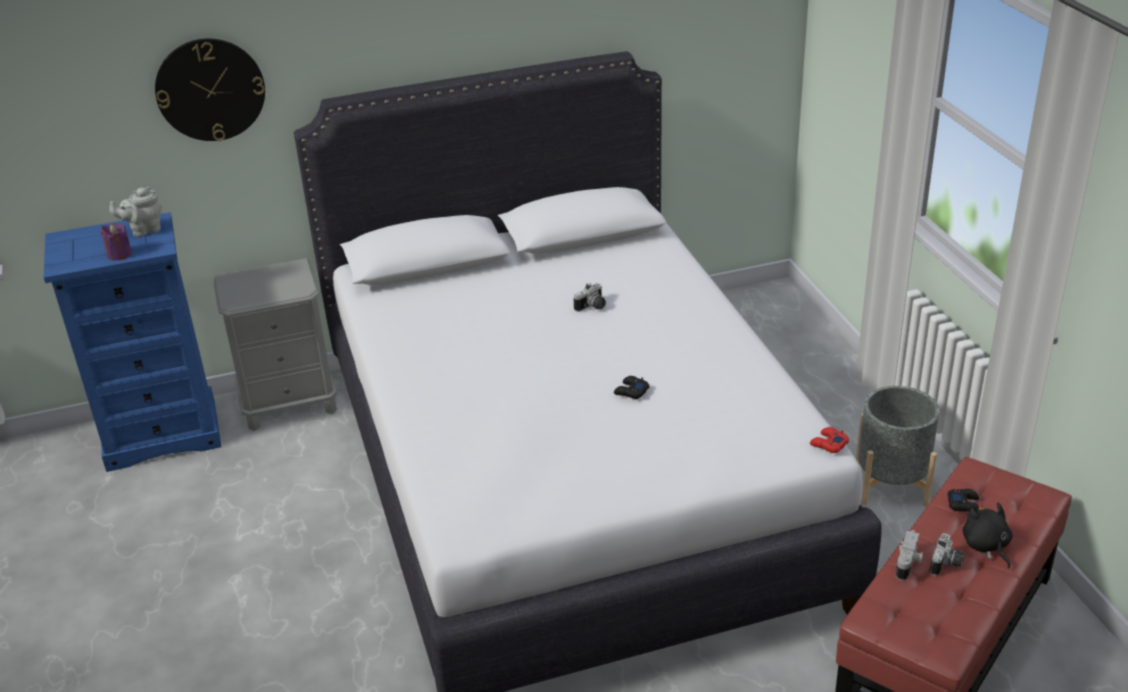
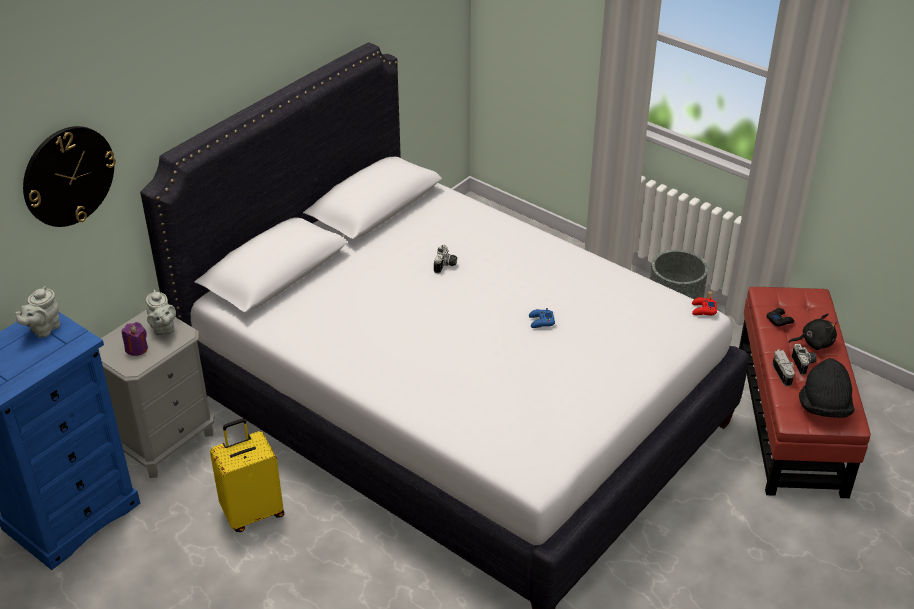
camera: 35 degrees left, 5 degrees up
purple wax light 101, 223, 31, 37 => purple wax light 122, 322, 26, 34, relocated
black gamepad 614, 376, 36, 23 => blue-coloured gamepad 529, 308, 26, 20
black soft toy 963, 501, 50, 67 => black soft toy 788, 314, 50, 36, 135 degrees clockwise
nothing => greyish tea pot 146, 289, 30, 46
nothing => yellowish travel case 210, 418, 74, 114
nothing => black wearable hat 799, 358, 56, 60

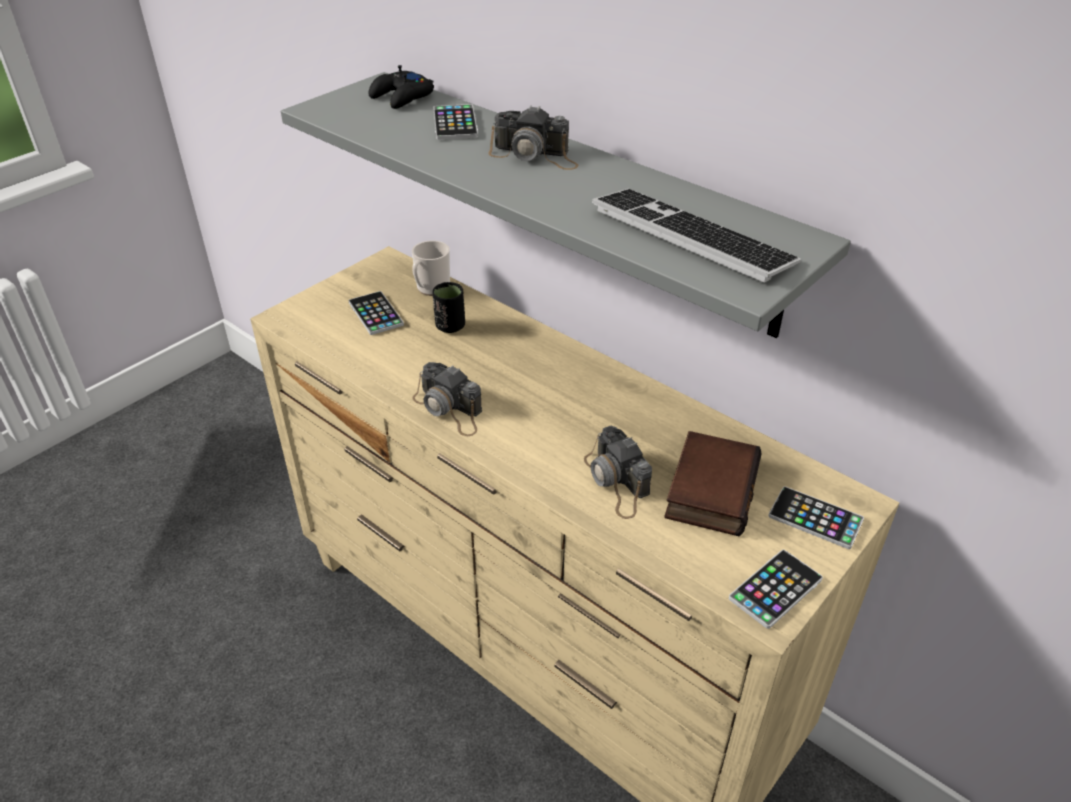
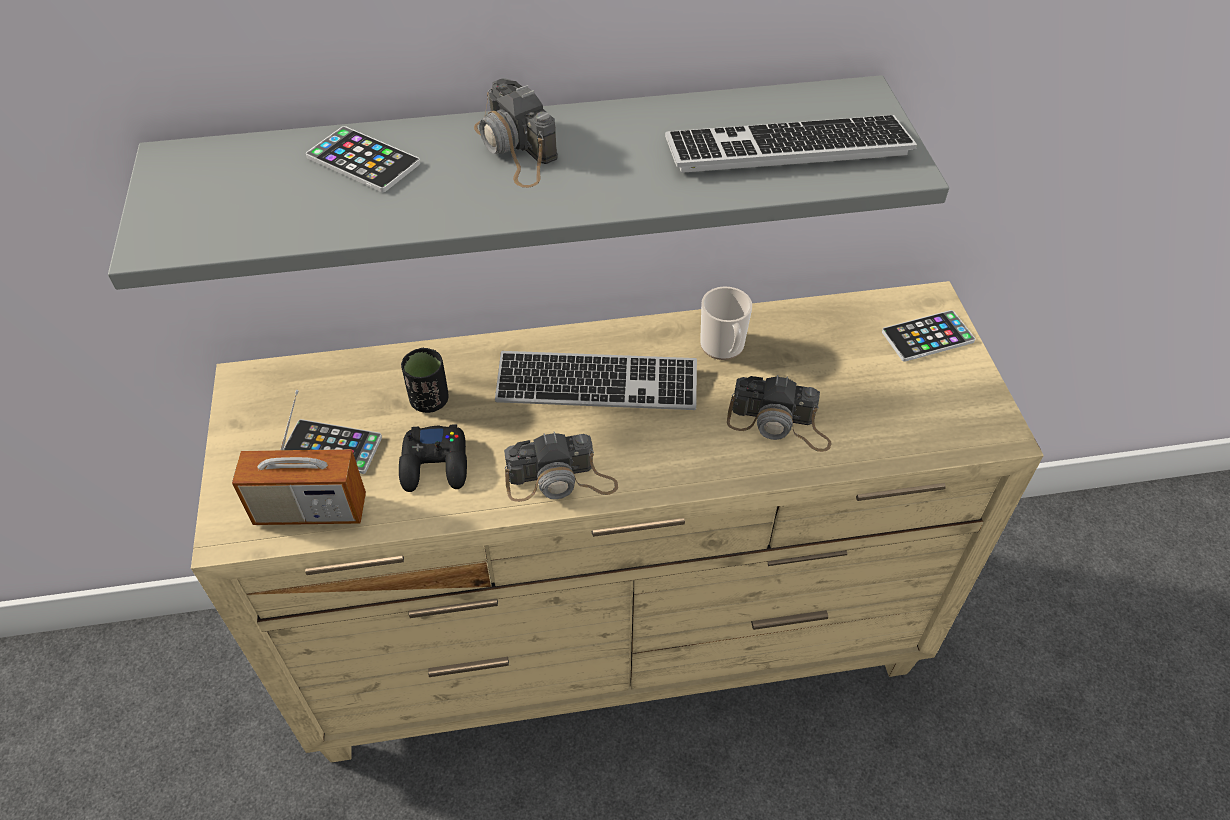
camera: 50 degrees left, 10 degrees up
black gamepad 369, 65, 65, 44 => black gamepad 399, 424, 68, 68, relocated
coffee mug 412, 240, 38, 56 => coffee mug 700, 286, 52, 74, relocated
photo camera 489, 105, 89, 65 => photo camera 474, 78, 83, 110, 90 degrees clockwise
bound book 664, 431, 98, 105 => nothing
phone 729, 550, 94, 79 => nothing
nothing => radio set 232, 390, 134, 135
nothing => keyboard 495, 351, 202, 59

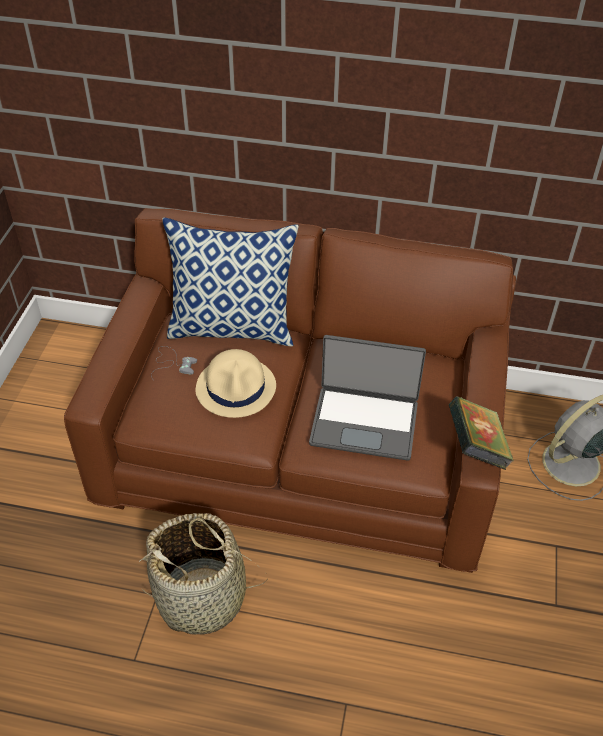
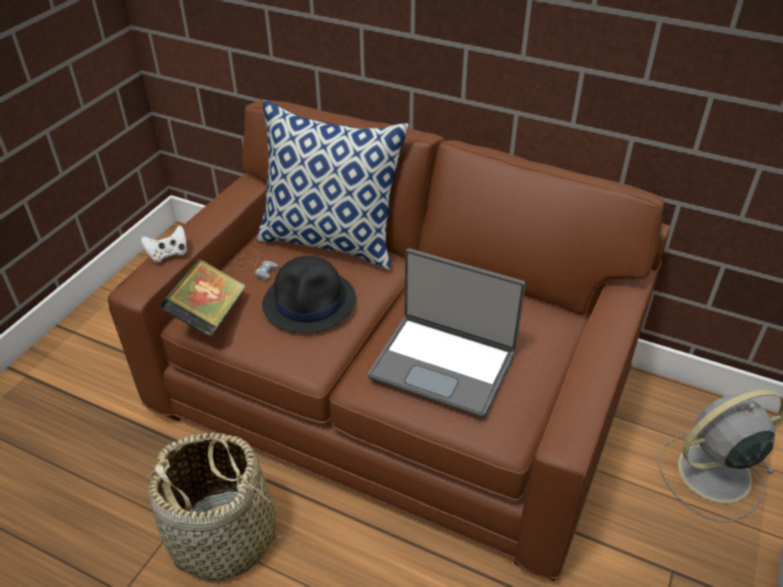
camera: 15 degrees right, 5 degrees down
beige wearable hat 196, 349, 80, 69 => black wearable hat 262, 256, 94, 77
bound book 449, 396, 65, 74 => bound book 160, 259, 86, 78, relocated
nothing => whitish gamepad 141, 225, 46, 38

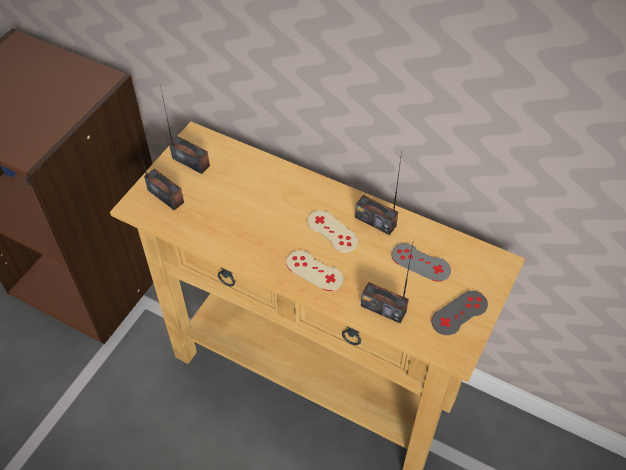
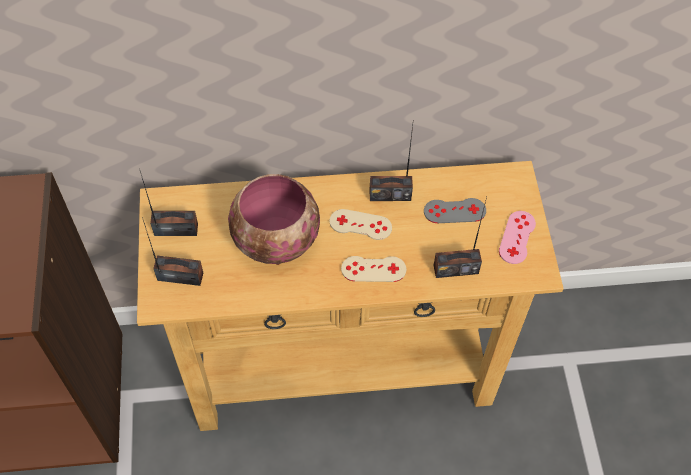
camera: 35 degrees left, 5 degrees up
greyish gamepad 431, 291, 57, 44 => pink gamepad 499, 211, 37, 53
nothing => serving bowl 228, 174, 92, 91

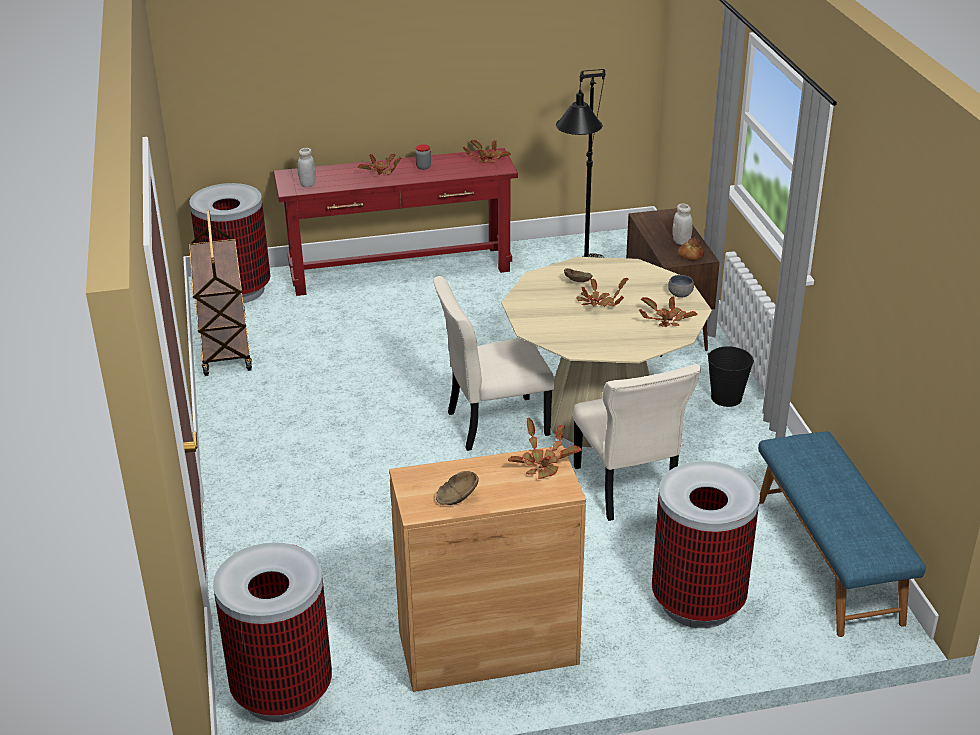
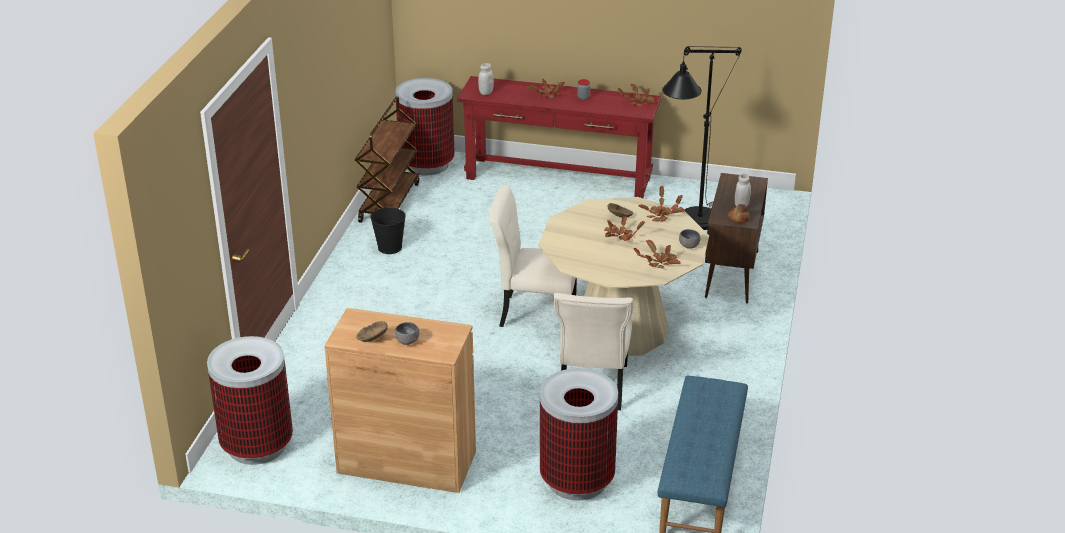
camera: 25 degrees right, 0 degrees up
potted plant 508, 418, 74, 61 => potted plant 638, 186, 47, 36, relocated
black bucket 707, 346, 47, 61 => black bucket 370, 207, 36, 47, relocated
nothing => greyish serving bowl 395, 322, 24, 23

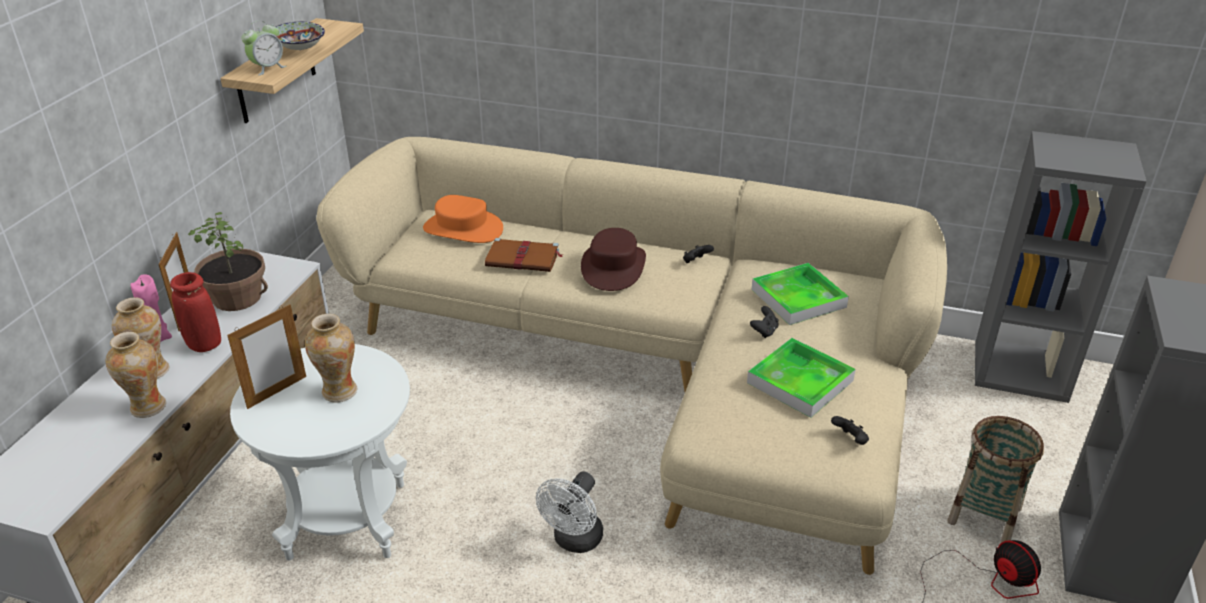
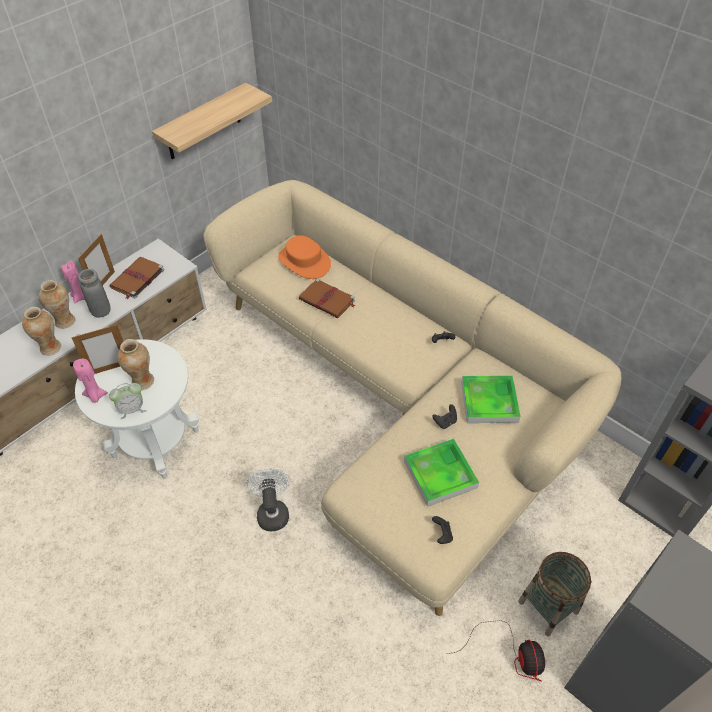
camera: 25 degrees right, 15 degrees up
red decorative vase 170, 272, 51, 80 => greyish decorative vase 78, 269, 33, 49
potted plant 188, 212, 80, 99 => brown bound book 109, 257, 55, 43
table clock 241, 20, 46, 56 => table clock 109, 383, 38, 36, relocated
serving bowl 275, 22, 50, 28 => nothing
whitish cooling fan 536, 471, 67, 82 => whitish cooling fan 247, 468, 43, 63, 120 degrees clockwise
brown wearable hat 581, 228, 65, 63 => nothing
nothing => pink wax light 73, 359, 35, 44

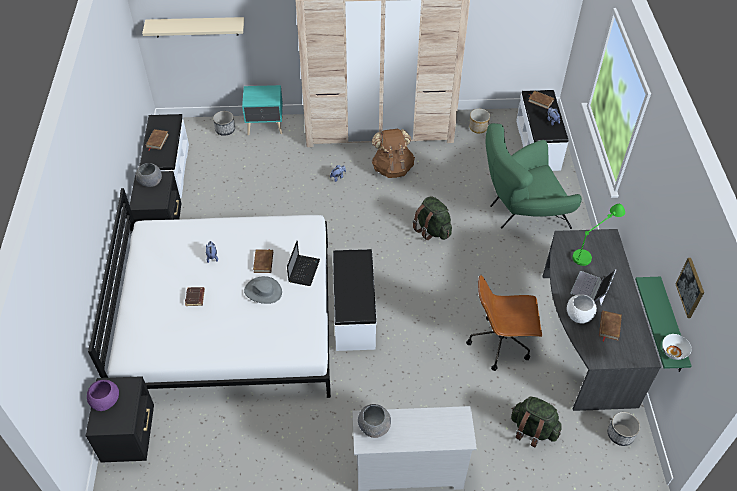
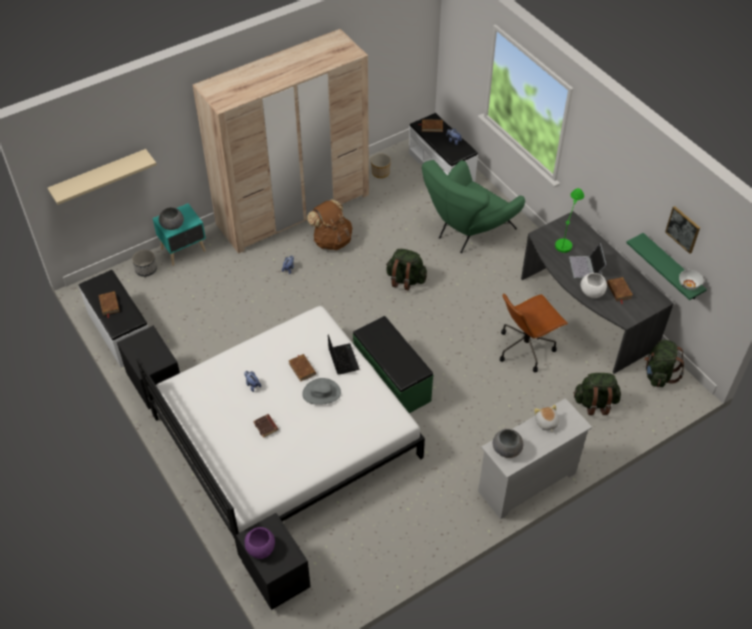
camera: 30 degrees left, 0 degrees up
greyish serving bowl 136, 163, 26, 24 => greyish serving bowl 159, 207, 25, 23, relocated
whitish indoor bench 333, 249, 44, 102 => green-coloured indoor bench 353, 316, 81, 97
flower pot 608, 412, 32, 34 => green-coloured backpack 644, 340, 40, 47
nothing => soft toy 534, 405, 25, 27

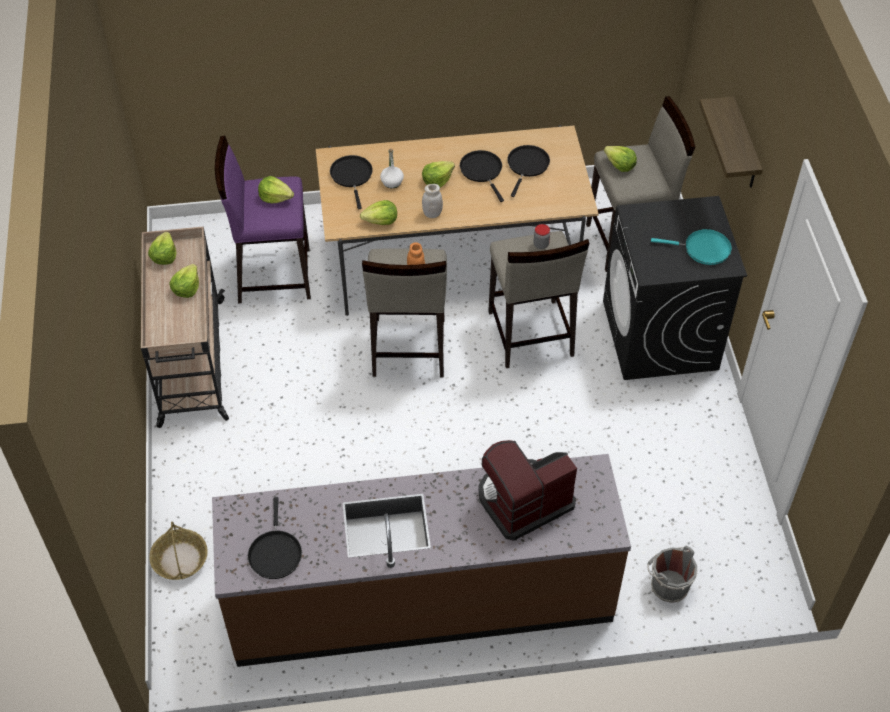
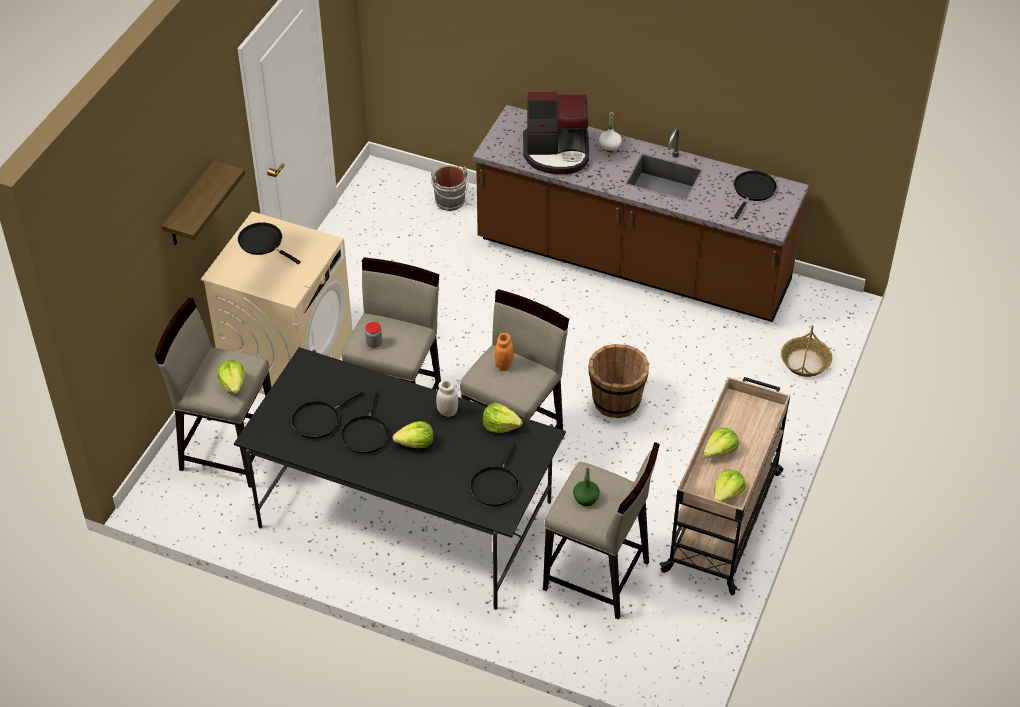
camera: 150 degrees left, 5 degrees down
purple stool 215, 136, 96, 168 => beige stool 543, 442, 117, 178
lettuce 258, 176, 36, 27 => green-coloured beverage bottle 573, 464, 27, 42
beige kitchen table 316, 125, 283, 191 => black kitchen table 234, 347, 332, 263
whitish beverage bottle 380, 148, 24, 40 => whitish beverage bottle 599, 112, 22, 40, relocated
black laundry appliance 603, 196, 144, 184 => beige laundry appliance 201, 211, 152, 184
turquoise-coloured frying pan 651, 229, 81, 36 => black frying pan 238, 222, 63, 42
nothing => brown bucket 588, 344, 61, 74

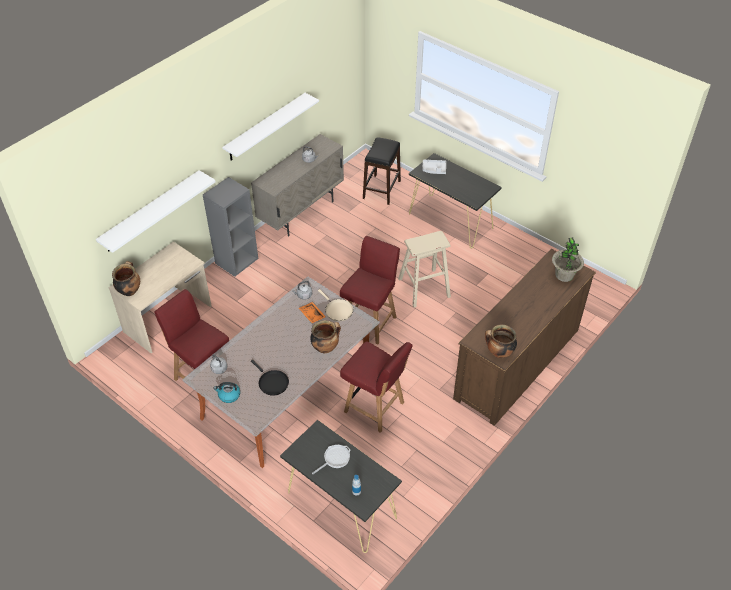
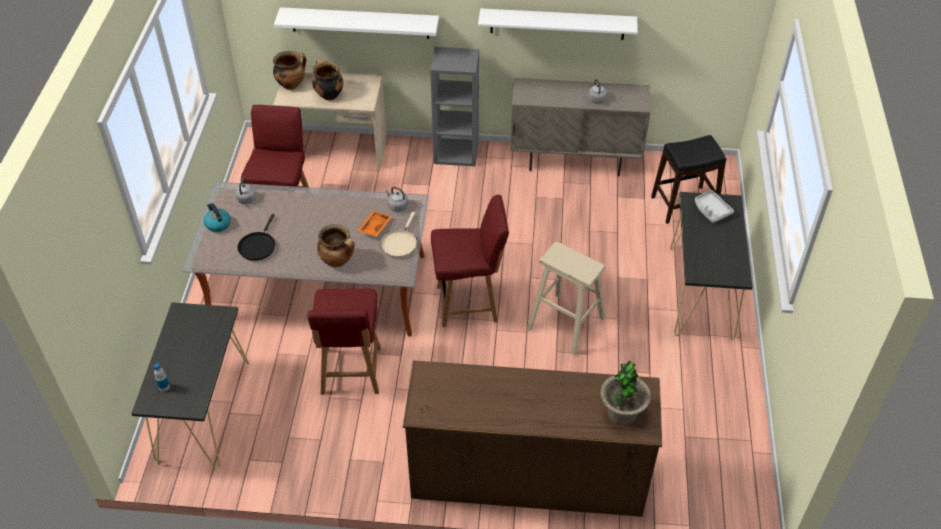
camera: 55 degrees right, 0 degrees up
frying pan 312, 445, 38, 29 => nothing
cooking pot 485, 324, 32, 34 => cooking pot 312, 60, 32, 41, relocated

